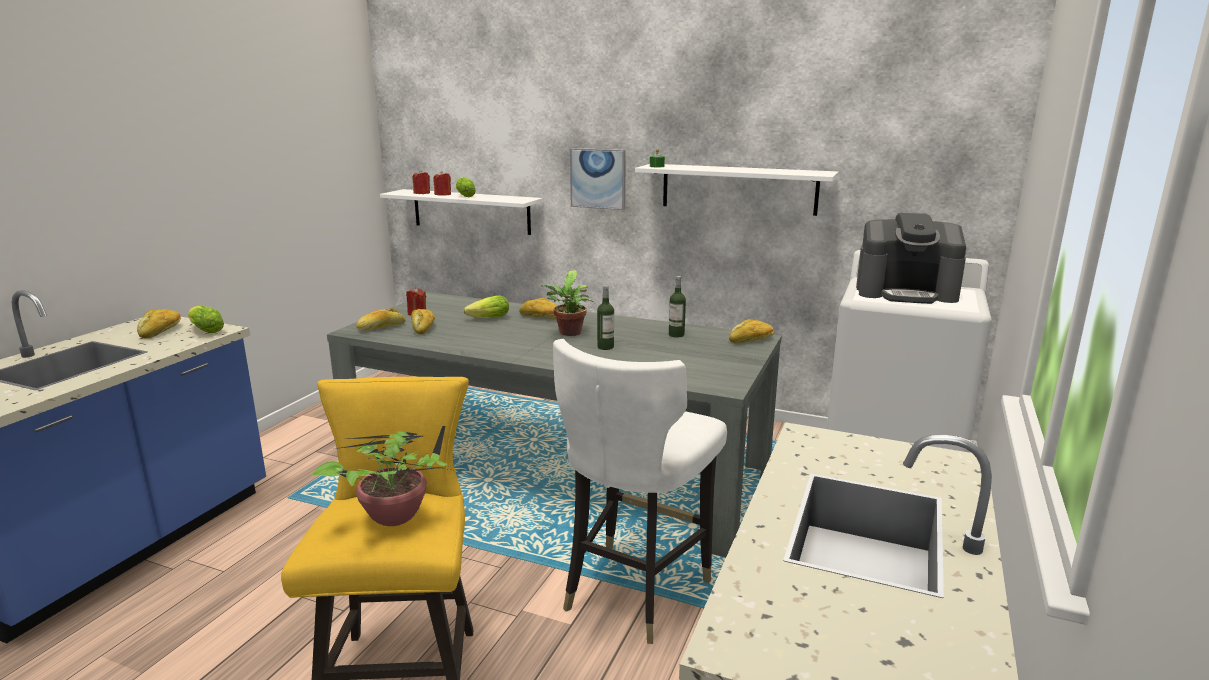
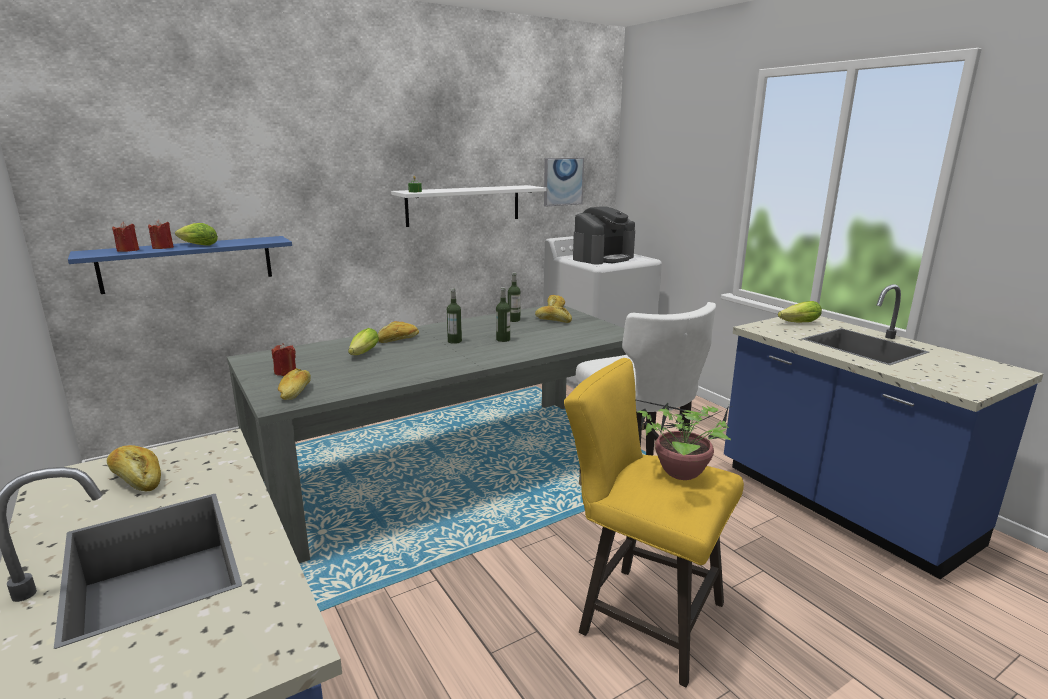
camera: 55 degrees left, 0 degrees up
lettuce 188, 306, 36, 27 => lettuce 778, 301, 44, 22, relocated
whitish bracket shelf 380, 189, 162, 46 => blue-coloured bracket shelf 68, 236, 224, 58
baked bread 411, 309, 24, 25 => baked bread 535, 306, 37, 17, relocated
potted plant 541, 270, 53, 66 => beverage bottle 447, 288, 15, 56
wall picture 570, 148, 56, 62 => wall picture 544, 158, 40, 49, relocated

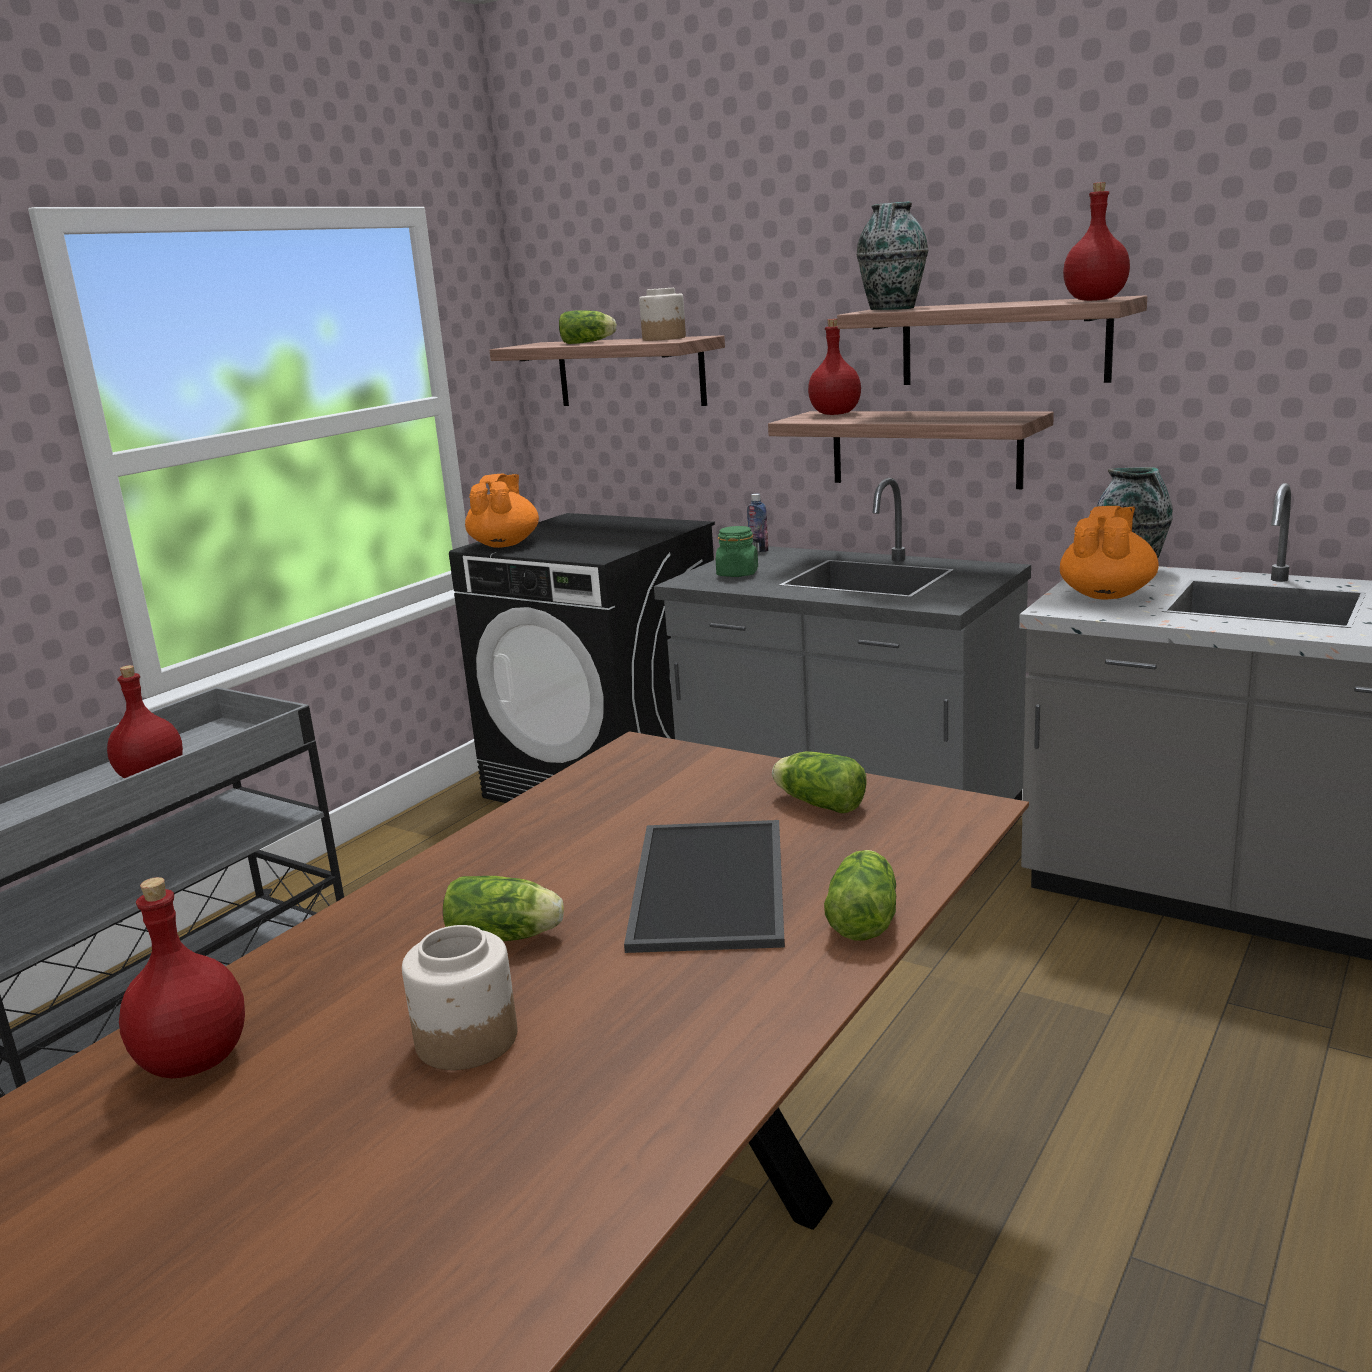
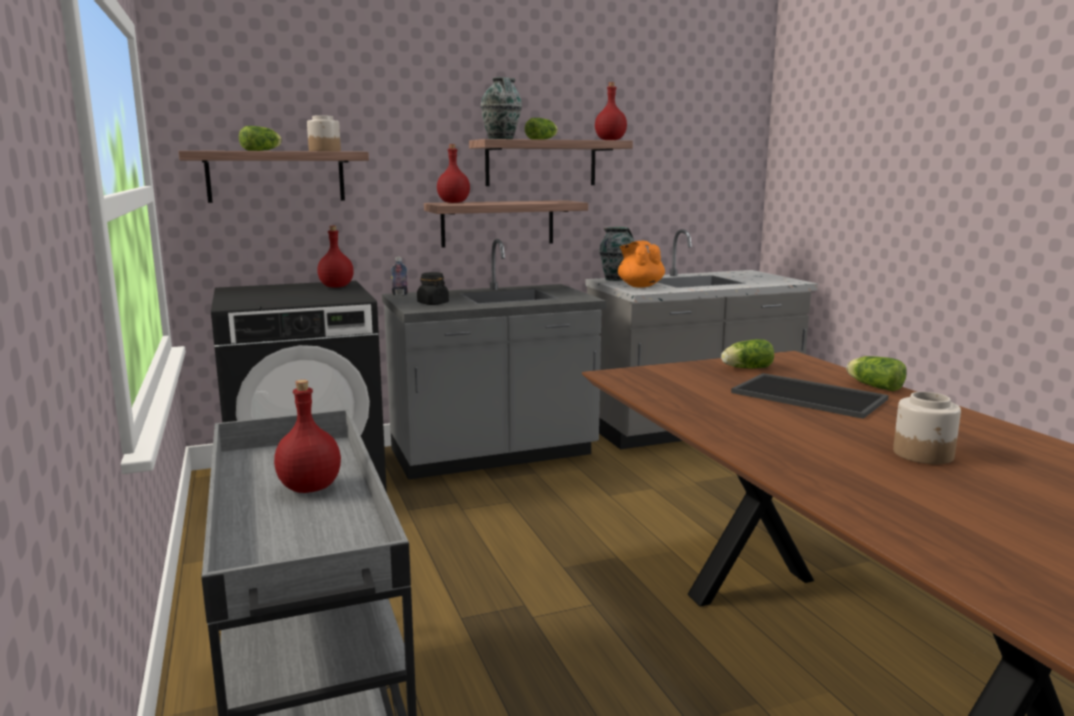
camera: 55 degrees left, 5 degrees down
red beverage bottle 119, 877, 126, 202 => red beverage bottle 317, 226, 37, 62, relocated
lettuce 443, 876, 121, 65 => lettuce 525, 118, 33, 22, relocated
orangey tea pot 465, 473, 74, 75 => nothing
green-coloured preserve jar 716, 526, 42, 51 => black preserve jar 417, 272, 32, 33

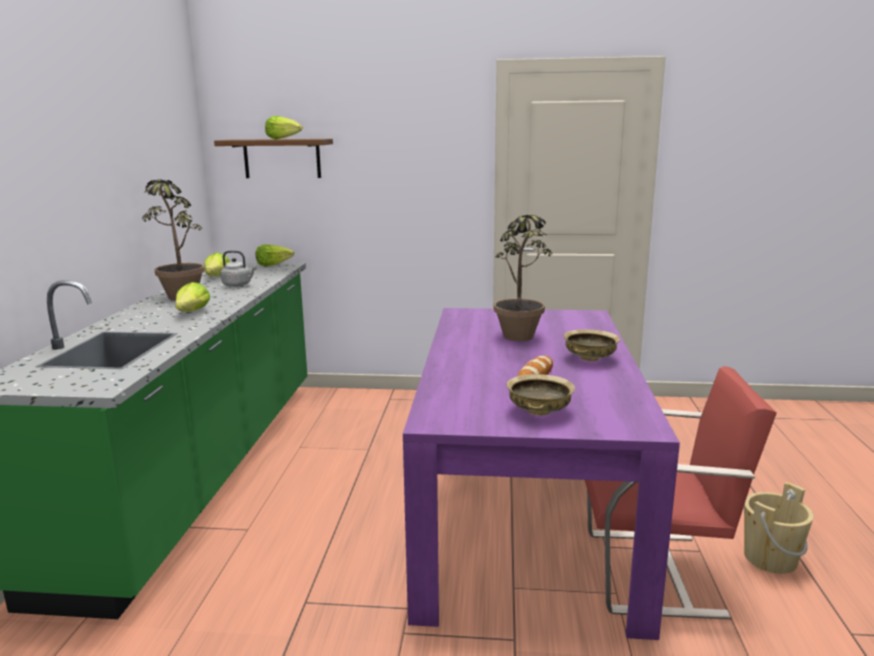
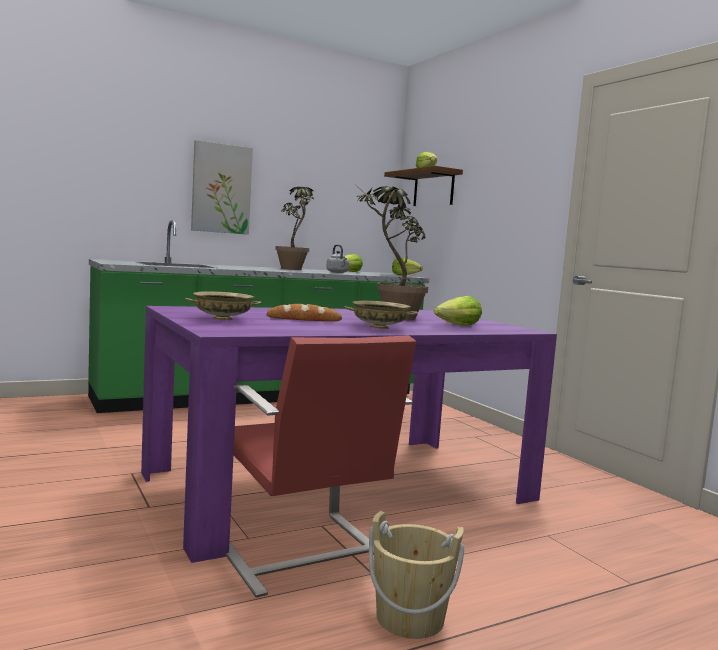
camera: 55 degrees right, 10 degrees down
lettuce 175, 282, 36, 30 => lettuce 434, 296, 48, 30, relocated
nothing => wall picture 191, 140, 62, 95

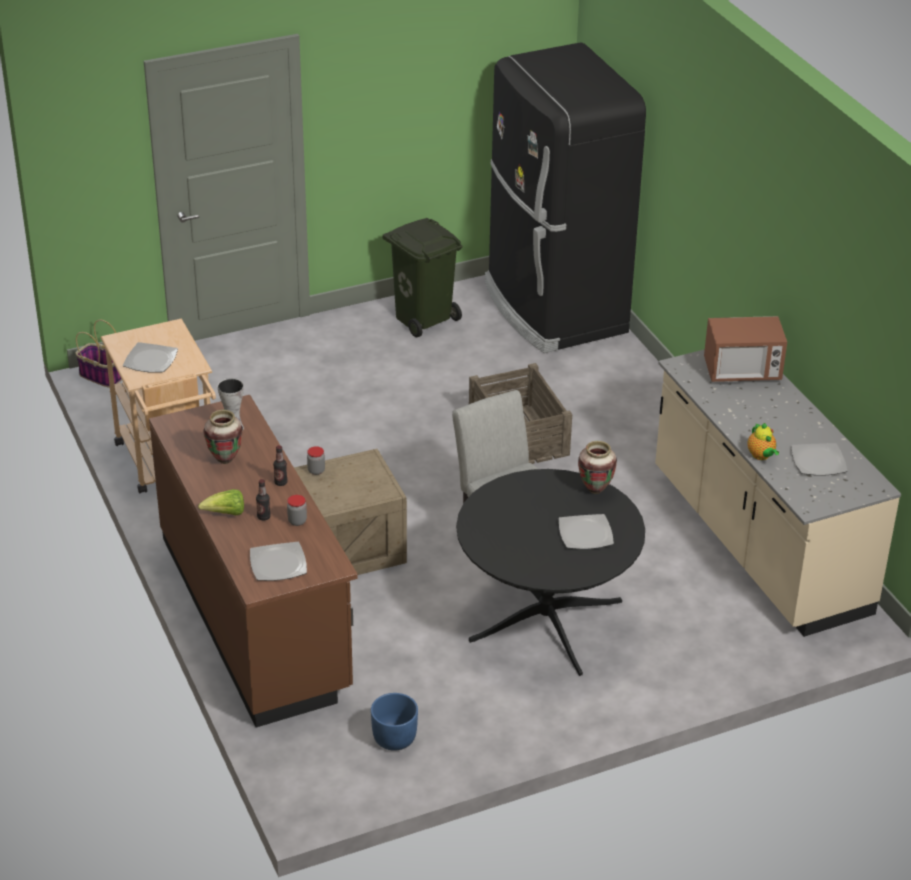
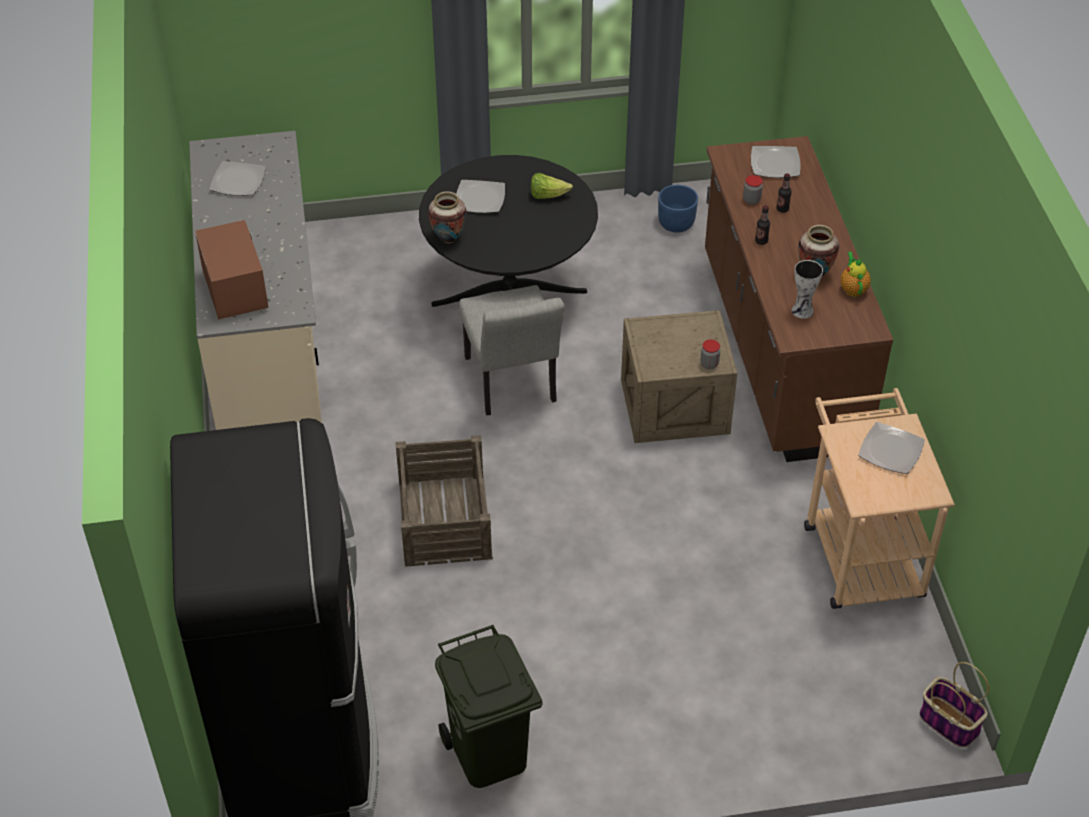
camera: 165 degrees left, 10 degrees up
lettuce 198, 489, 46, 26 => lettuce 531, 173, 42, 26, relocated
microwave 704, 316, 83, 66 => microwave 195, 220, 74, 99, 60 degrees clockwise
tea pot 747, 423, 32, 37 => tea pot 840, 252, 31, 45, relocated

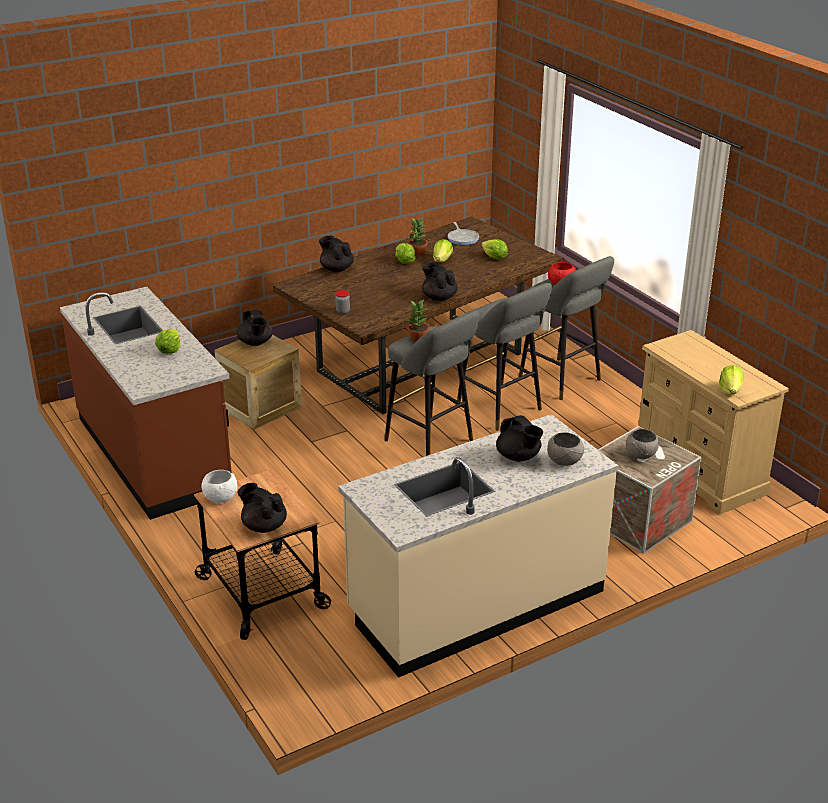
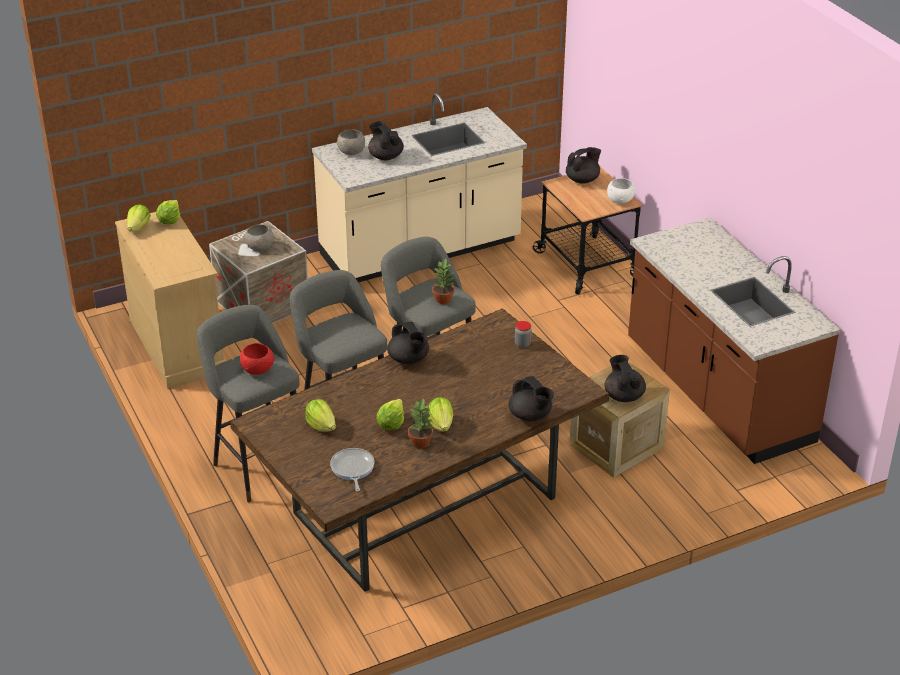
camera: 175 degrees left, 5 degrees up
lettuce 155, 329, 26, 25 => lettuce 127, 204, 24, 28, relocated
black tea pot 238, 483, 49, 50 => black tea pot 566, 147, 35, 37, 75 degrees counterclockwise

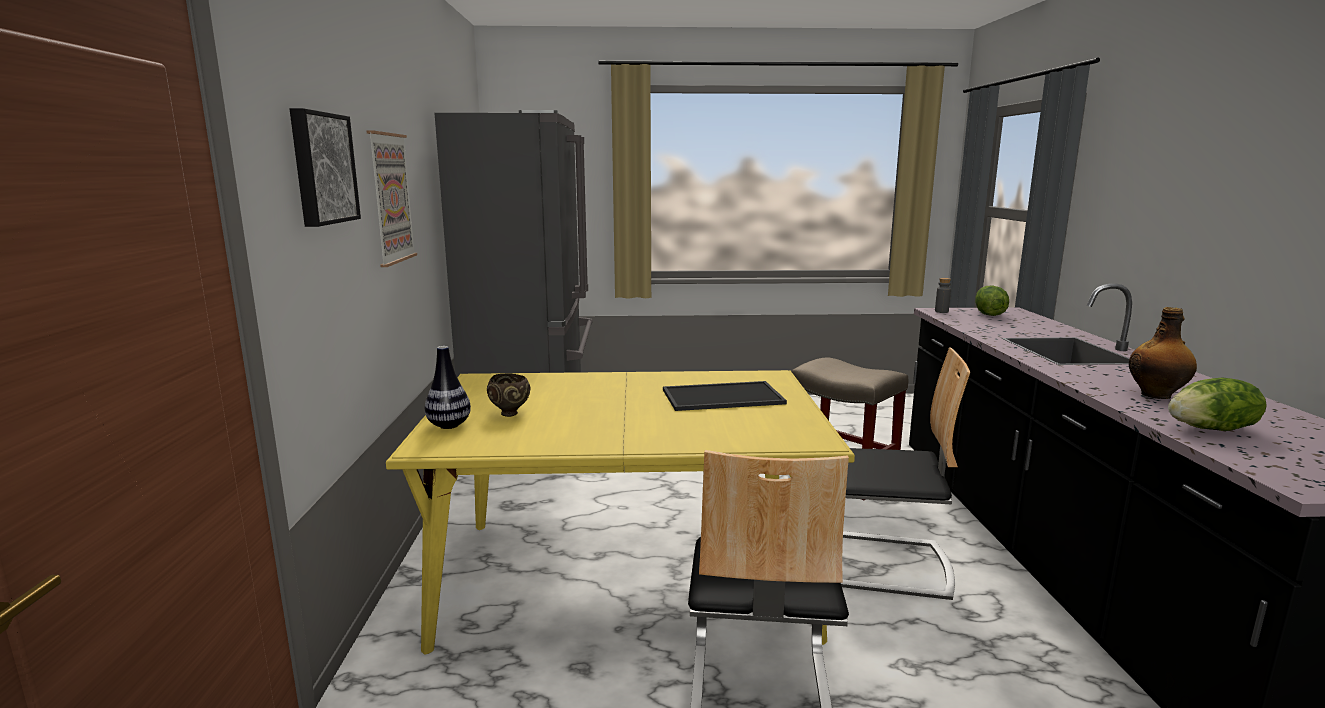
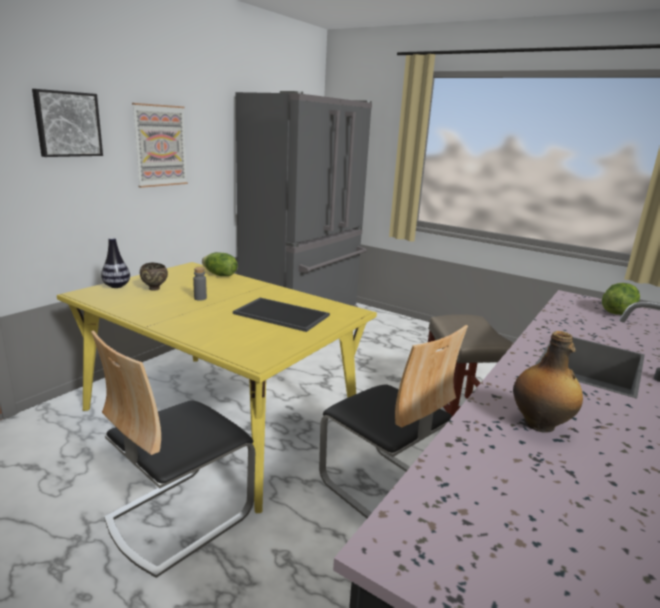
camera: 35 degrees right, 5 degrees up
greyish beverage bottle 935, 278, 16, 35 => greyish beverage bottle 193, 267, 14, 33, relocated
lettuce 1168, 378, 99, 53 => lettuce 202, 252, 36, 24, relocated

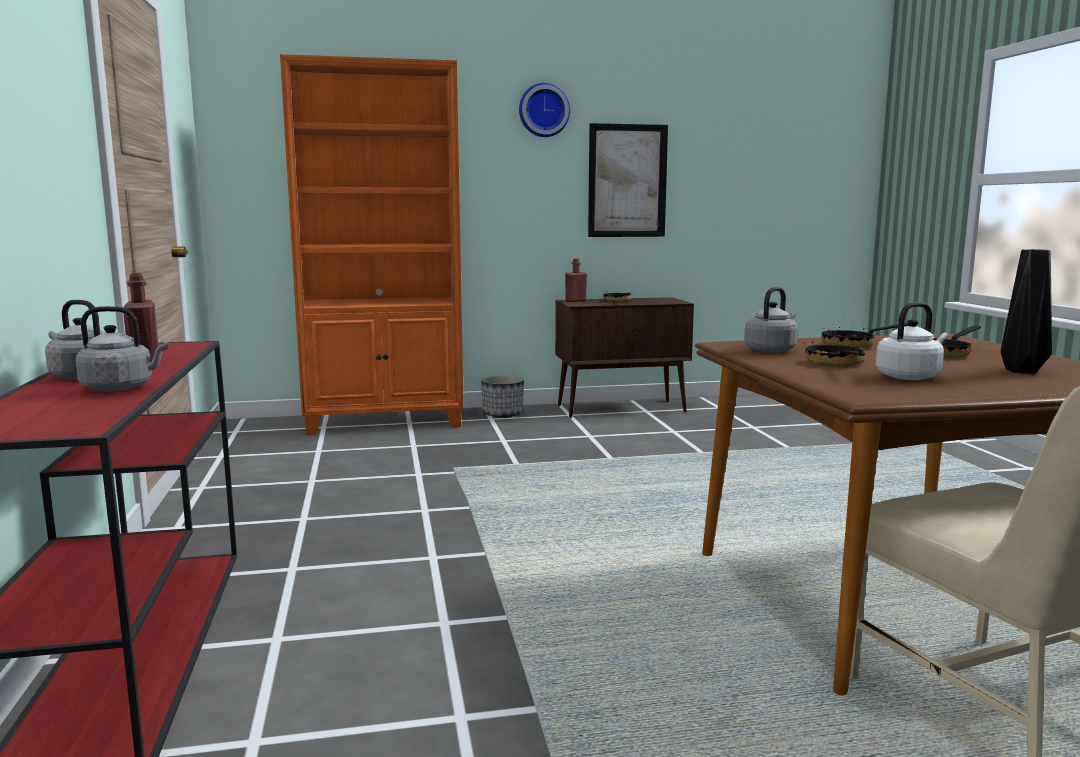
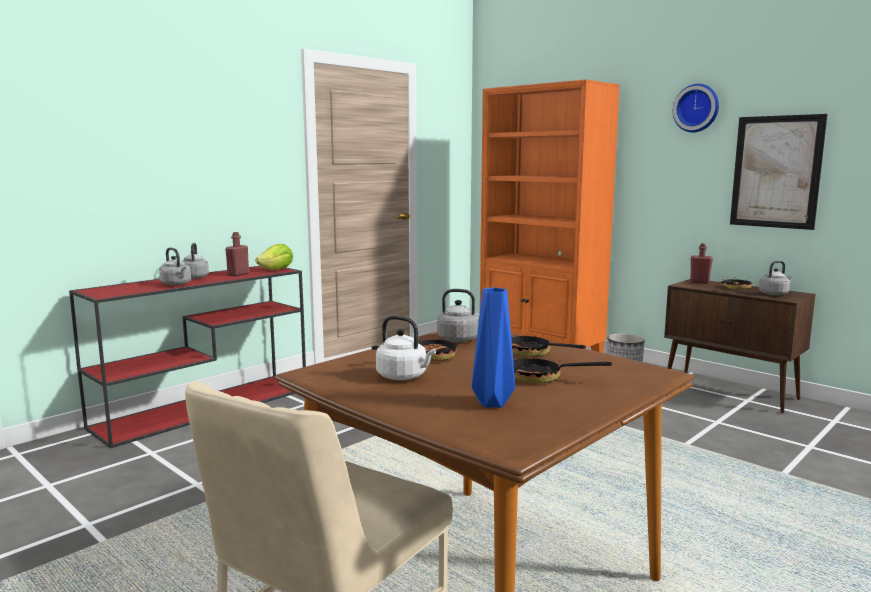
camera: 55 degrees right, 0 degrees up
black decorative vase 1001, 249, 51, 125 => blue-coloured decorative vase 472, 287, 43, 121
nothing => lettuce 256, 244, 37, 26
nothing => greyish tea kettle 759, 261, 34, 35

